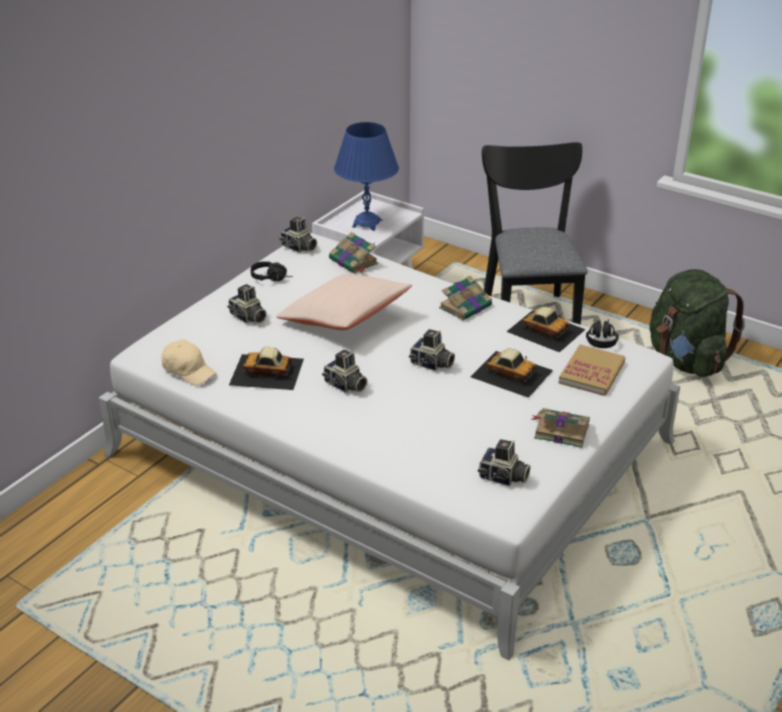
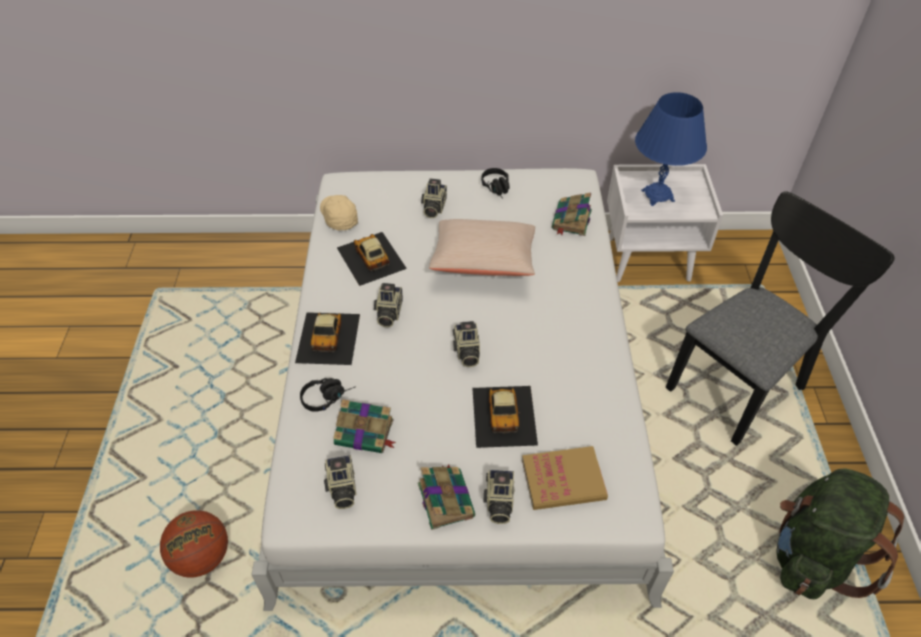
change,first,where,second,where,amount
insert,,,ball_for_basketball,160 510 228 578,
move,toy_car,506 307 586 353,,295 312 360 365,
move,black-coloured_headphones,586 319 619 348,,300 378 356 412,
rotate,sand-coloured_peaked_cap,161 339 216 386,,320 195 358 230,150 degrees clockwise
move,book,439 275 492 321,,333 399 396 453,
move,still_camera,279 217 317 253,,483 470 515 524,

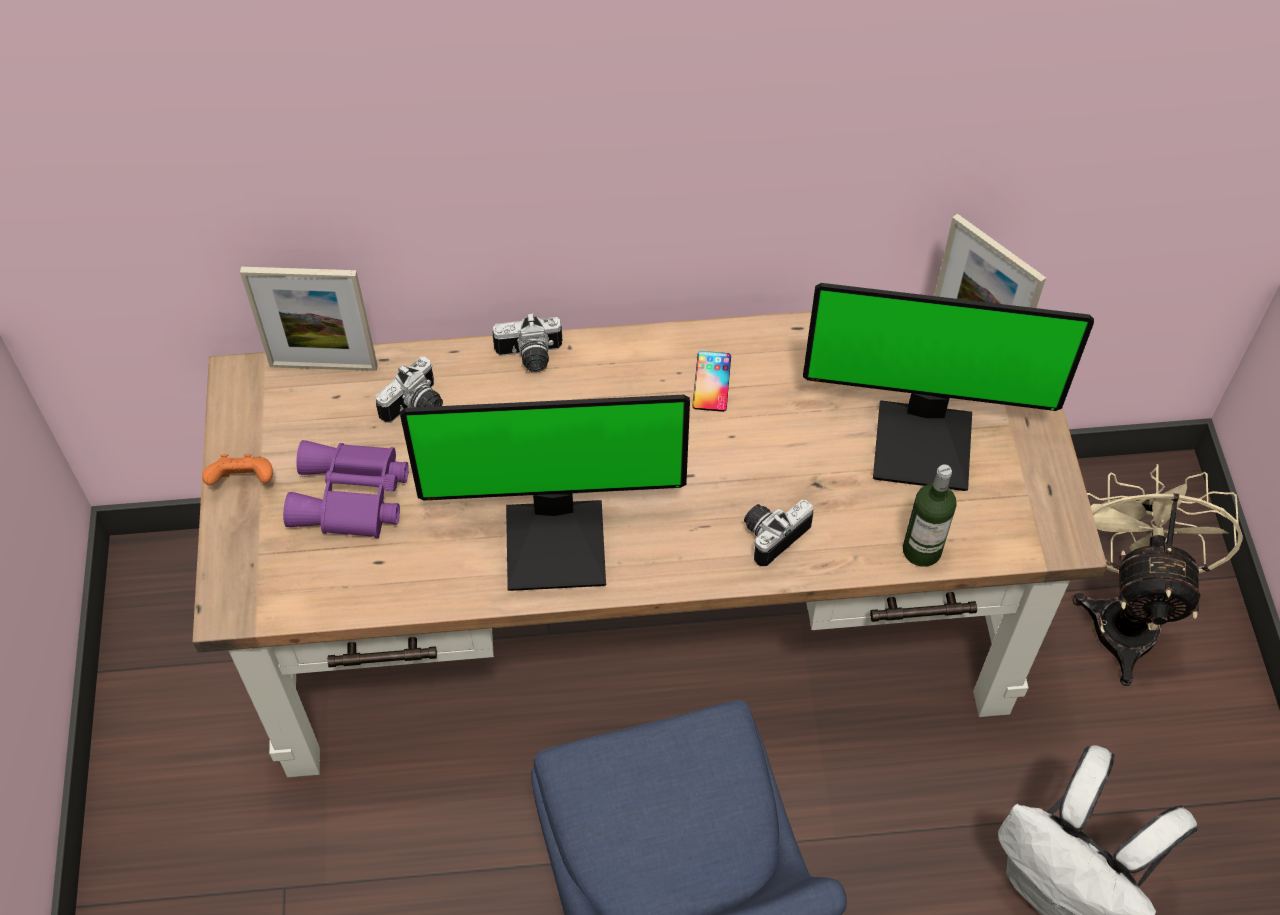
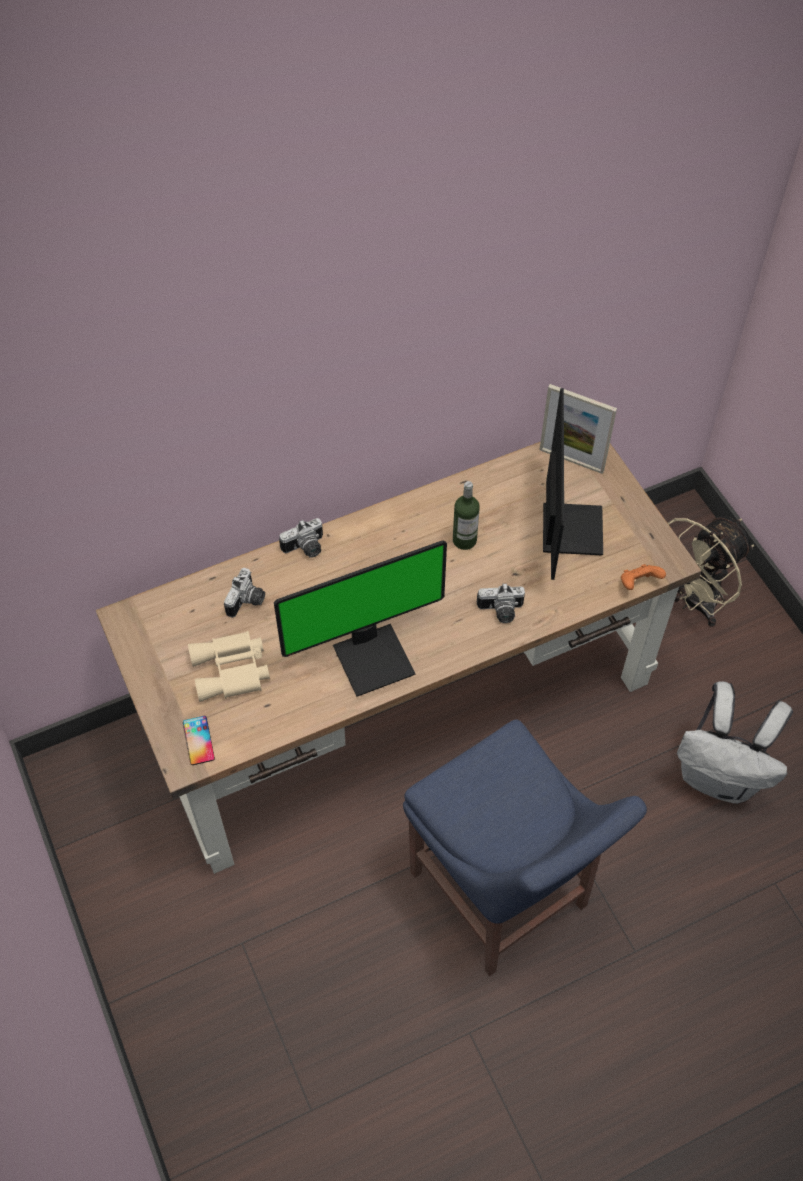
change,first,where,second,where,amount
move,telephone,693 351 731 412,,183 716 215 765,
recolor,purple-coloured_field_glasses,283 440 409 538,sand-coloured_field_glasses,188 631 270 702,
move,beverage_bottle,903 464 957 567,,453 481 480 550,
rotate,still_camera,744 500 813 567,,477 583 525 623,120 degrees counterclockwise
rotate,monitor,803 283 1094 491,,543 388 603 580,75 degrees counterclockwise
move,orange_joypad,202 454 273 485,,621 564 666 590,
rotate,sand-coloured_electric_fan,1072 464 1243 686,,668 516 754 627,120 degrees counterclockwise
delete,standing_frame,240 267 378 371,,,

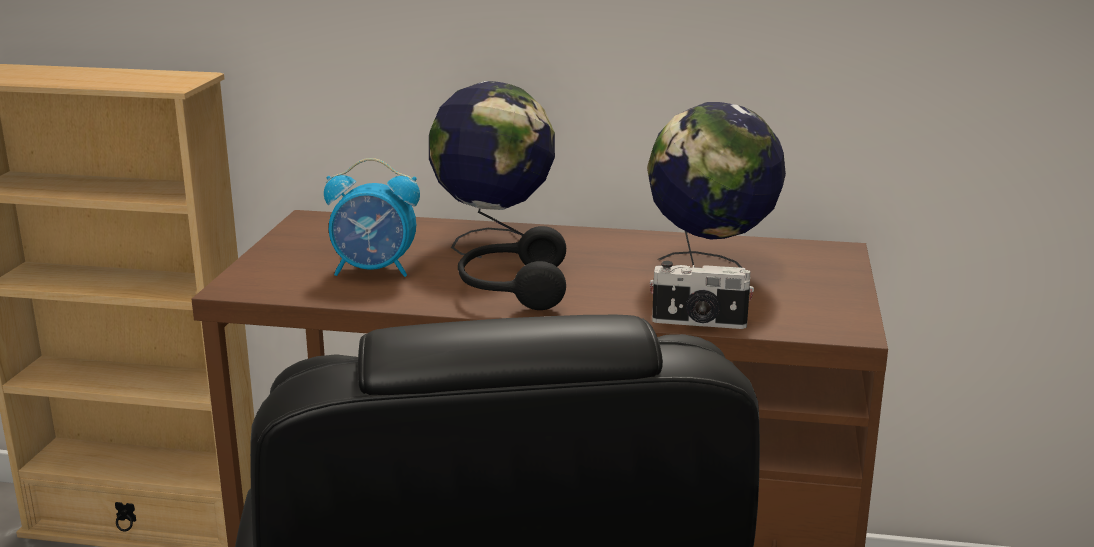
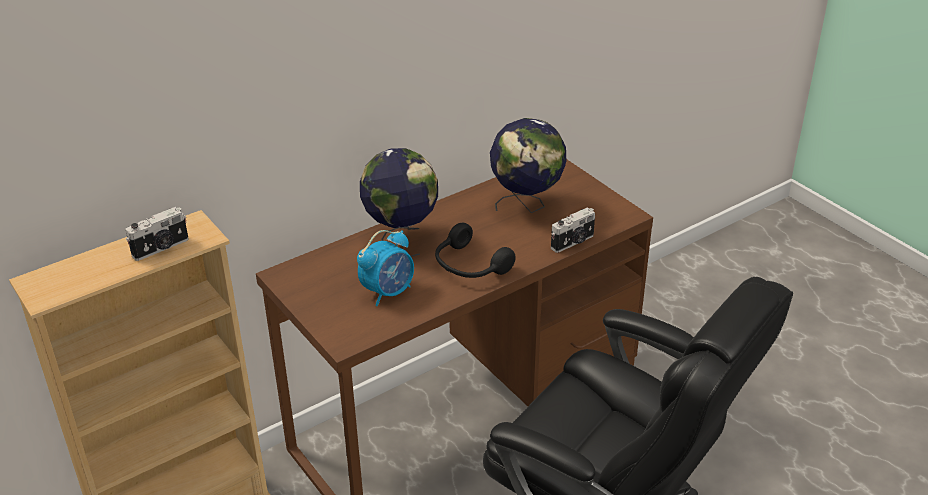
change,first,where,second,where,amount
insert,,,still_camera,126 207 189 261,

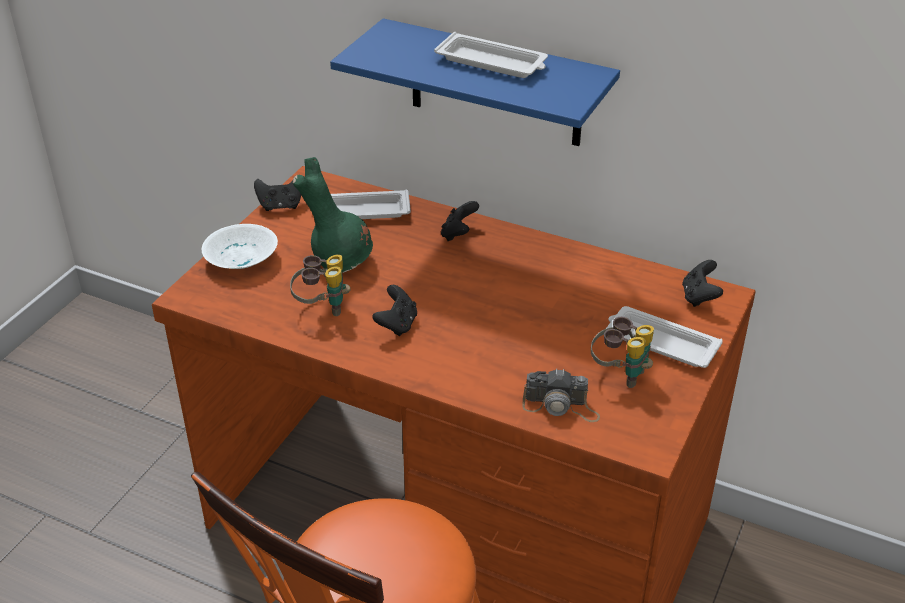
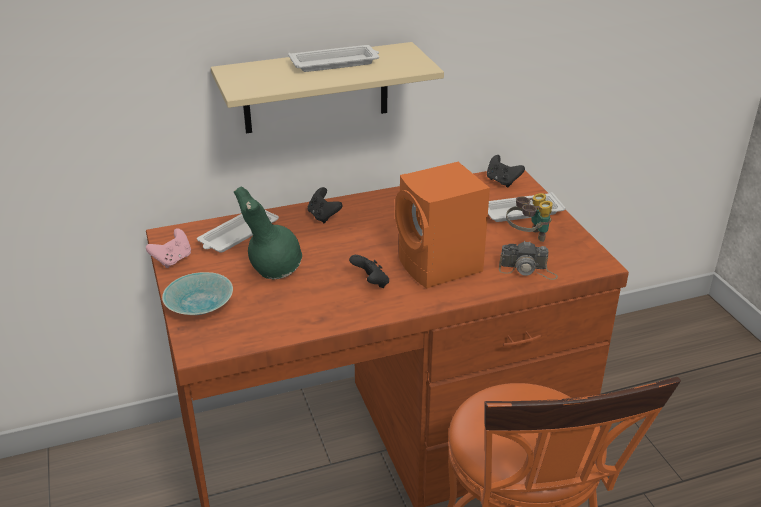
change,first,where,second,where,amount
recolor,black-coloured_joypad,254 179 301 211,pink-coloured_joypad,146 228 191 268,
recolor,white-coloured_deep_dish,202 224 278 269,turquoise-coloured_deep_dish,162 272 233 315,
recolor,blue_wall_shelf,330 18 620 146,sand-coloured_wall_shelf,211 42 444 134,
insert,,,orange_audio_speaker,395 162 490 289,
rotate,still_camera,522 368 600 422,,499 241 558 280,45 degrees clockwise
delete,field_glasses,290 255 351 316,,,

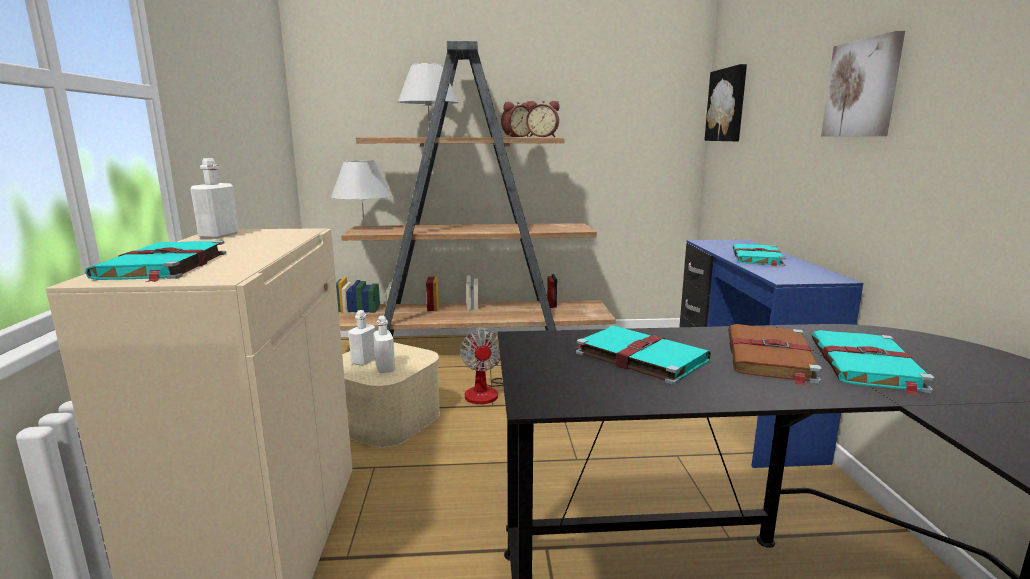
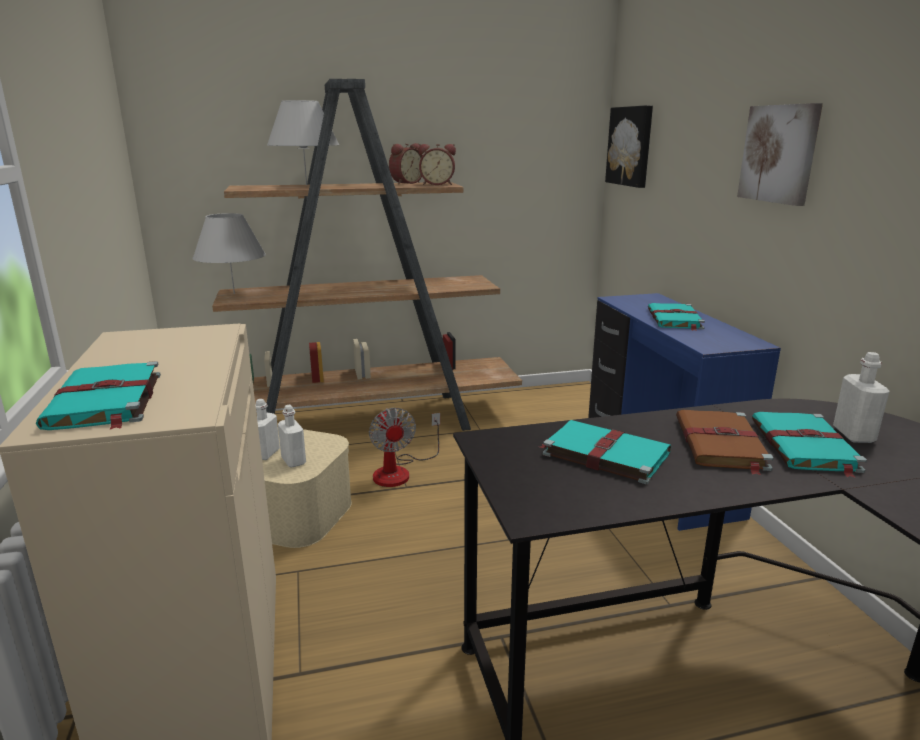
change,first,where,second,where,amount
move,white-coloured_beverage_bottle,190 158 239 239,,833 352 890 443,

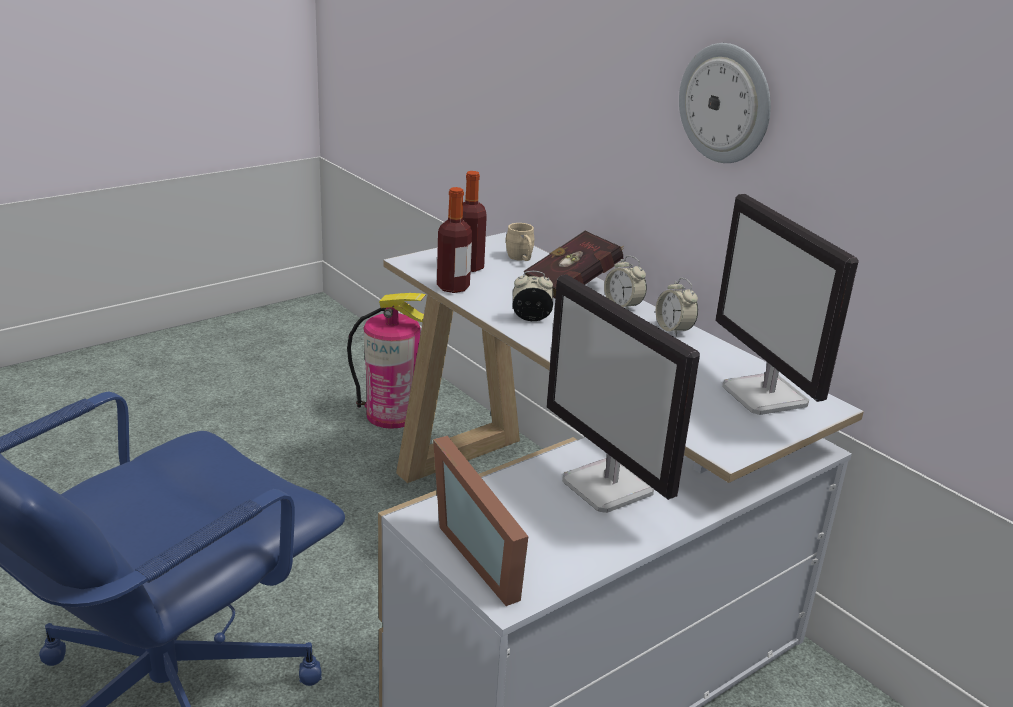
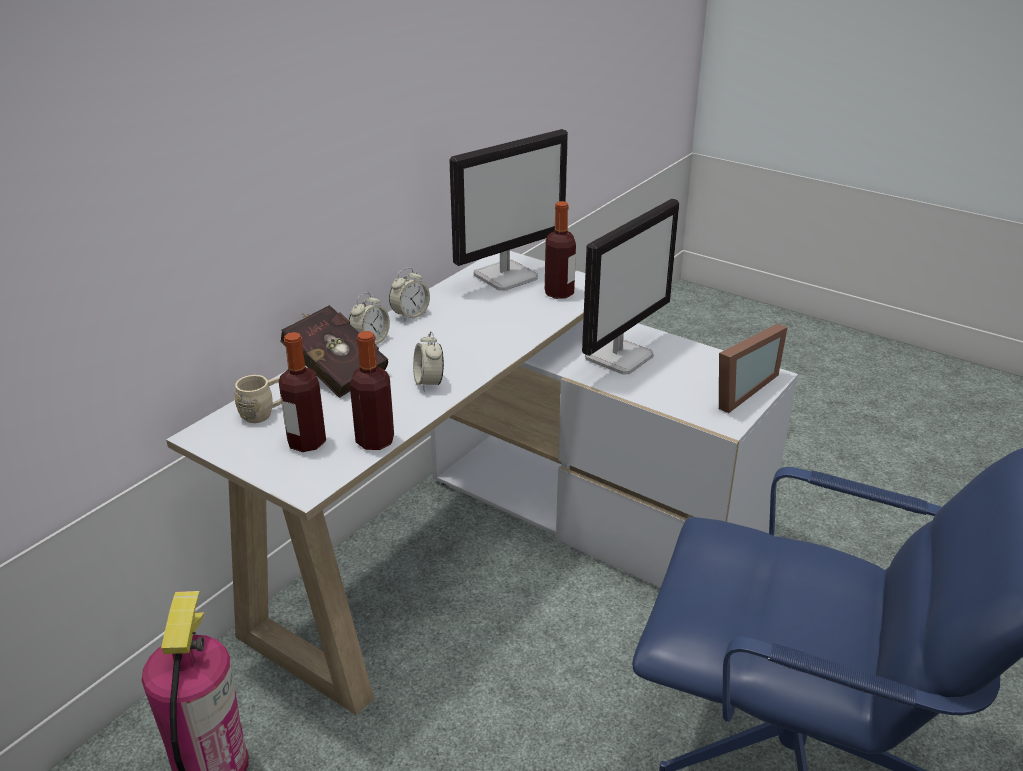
change,first,where,second,where,amount
insert,,,beverage_bottle,545 201 576 299,
delete,clock_on_the_wall,679 43 771 163,,,

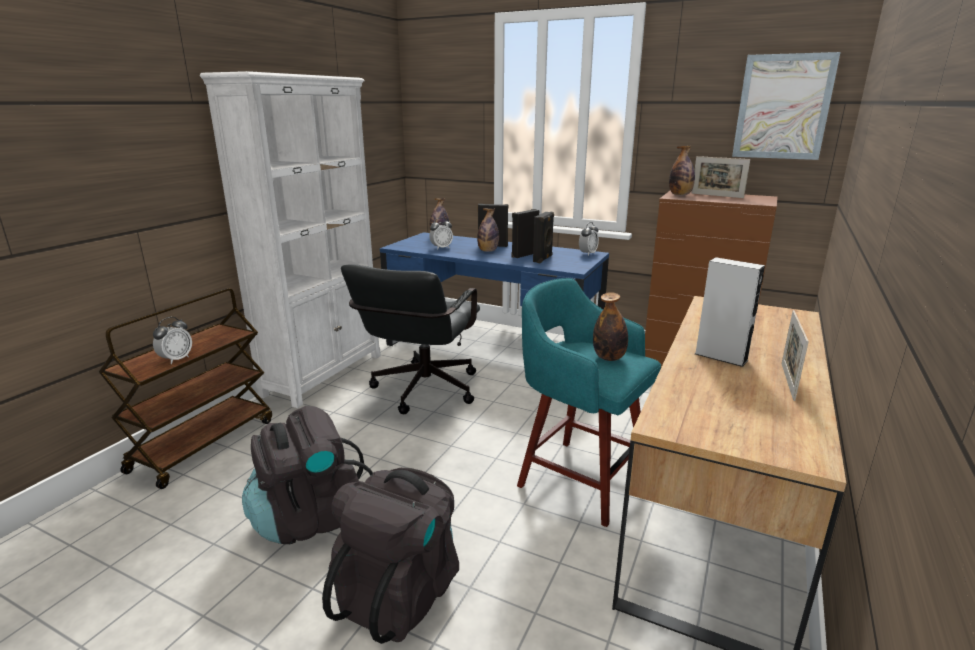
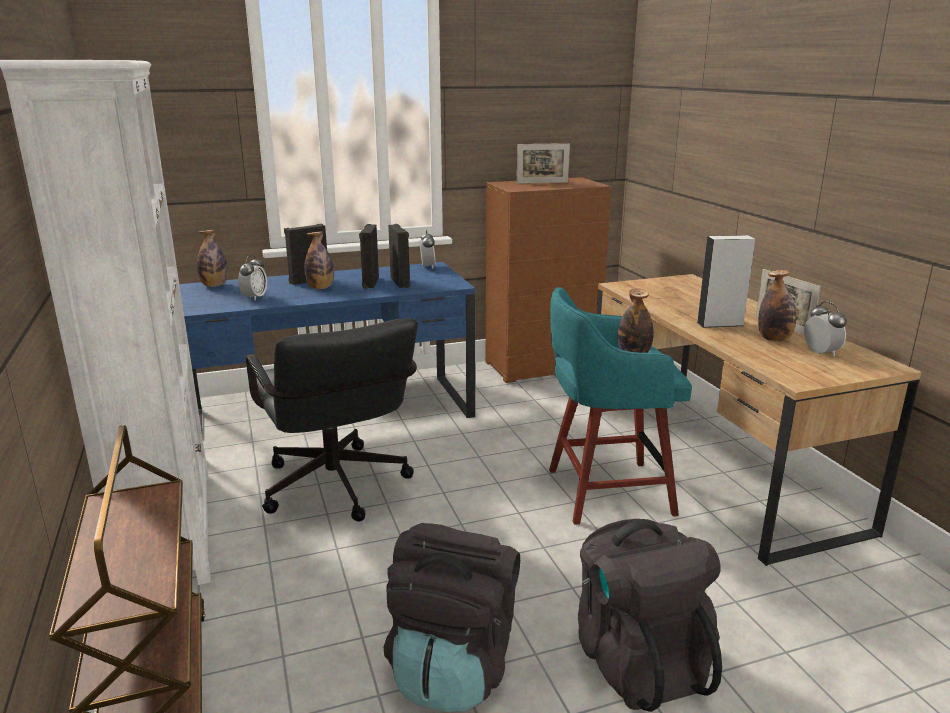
change,first,where,second,where,amount
move,beverage_bottle,669 146 695 195,,758 270 796 341,
move,table_clock,153 317 192 364,,804 301 847 356,
delete,wall_art,732 52 841 160,,,

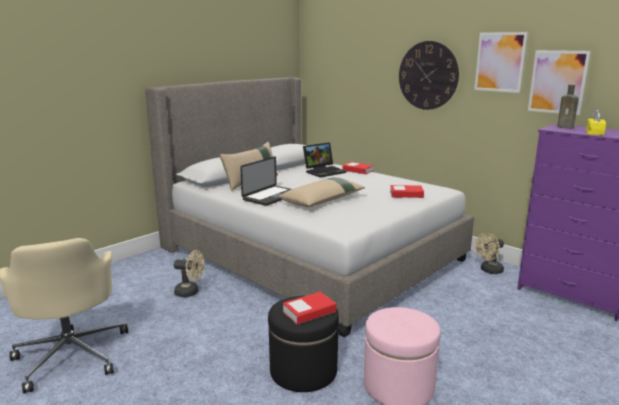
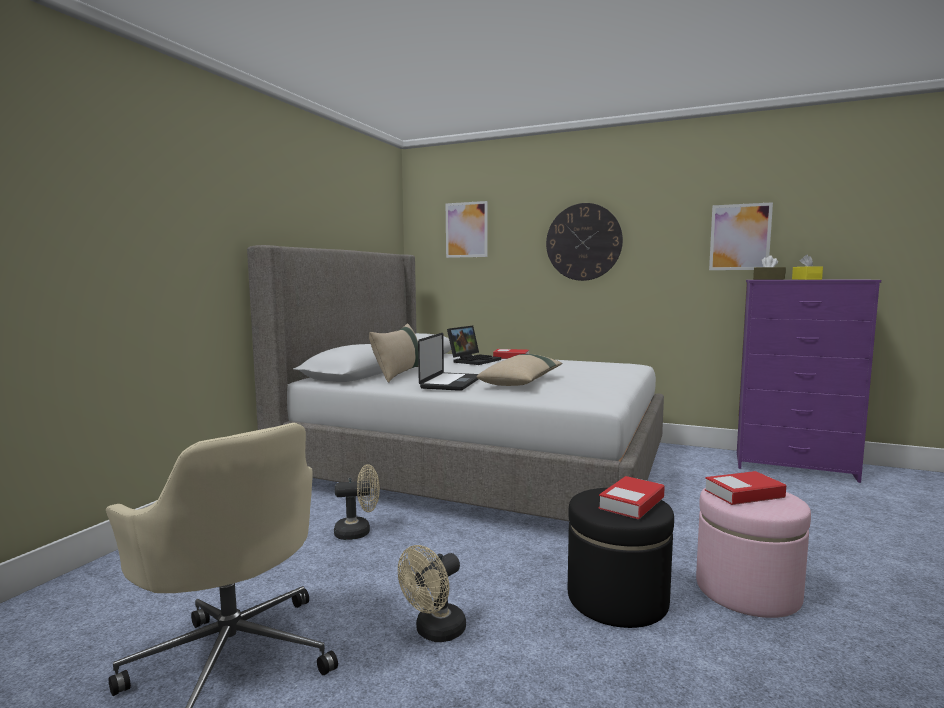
change,first,where,second,where,amount
move,sand-coloured_electric_fan,475 232 504 274,,398 545 466 642,
move,wall_art,474 32 528 93,,446 201 488 258,
move,book,390 185 424 198,,705 471 786 505,
replace,brown_beverage_bottle,557 85 579 129,brown_tissue_holder,753 255 786 280,

